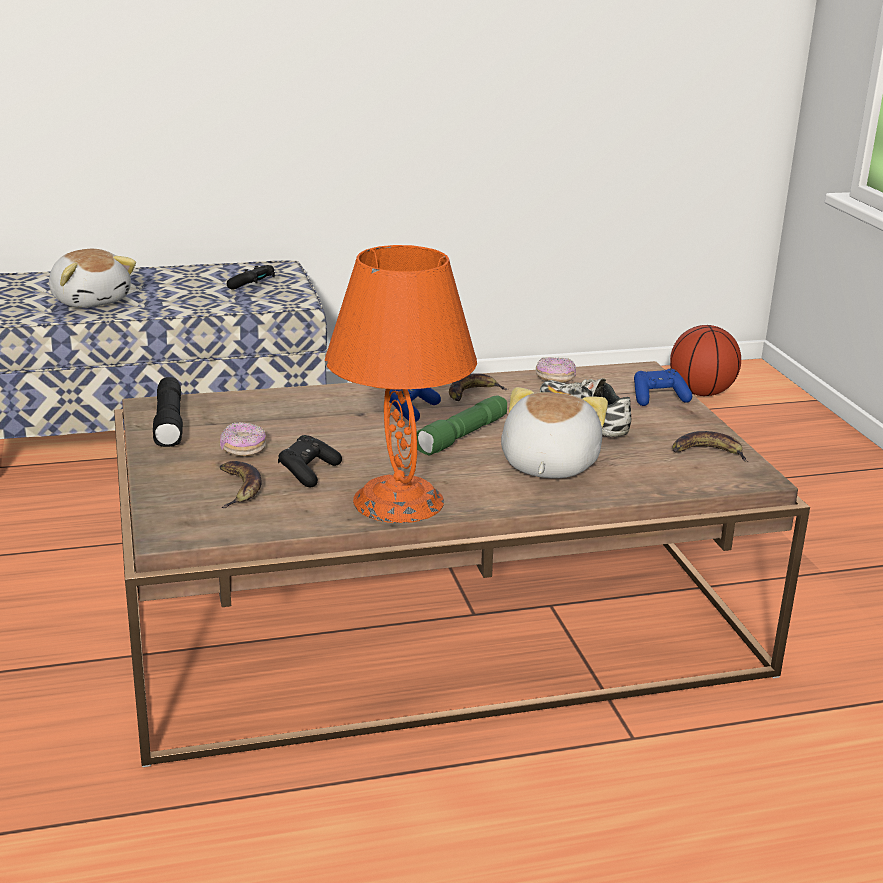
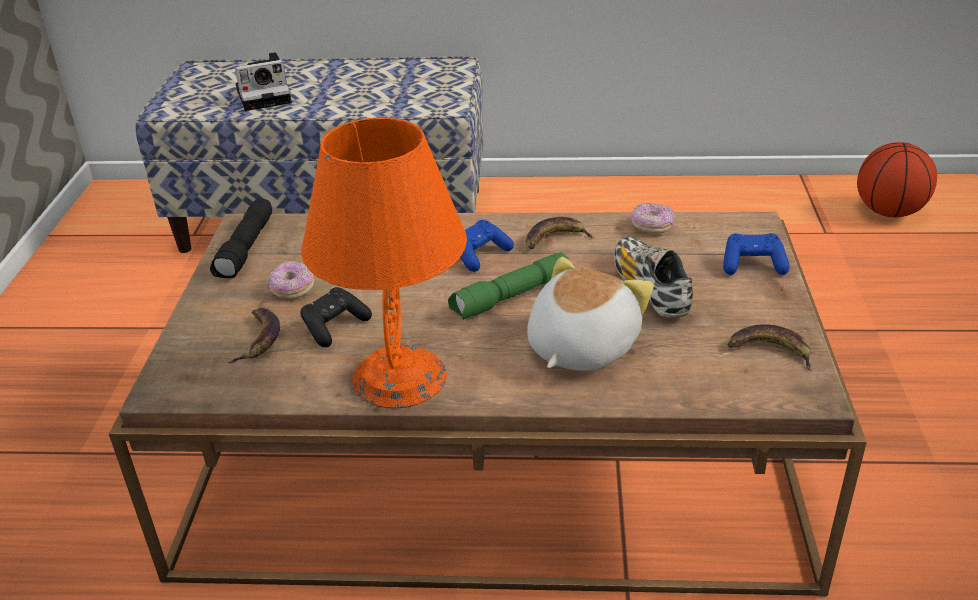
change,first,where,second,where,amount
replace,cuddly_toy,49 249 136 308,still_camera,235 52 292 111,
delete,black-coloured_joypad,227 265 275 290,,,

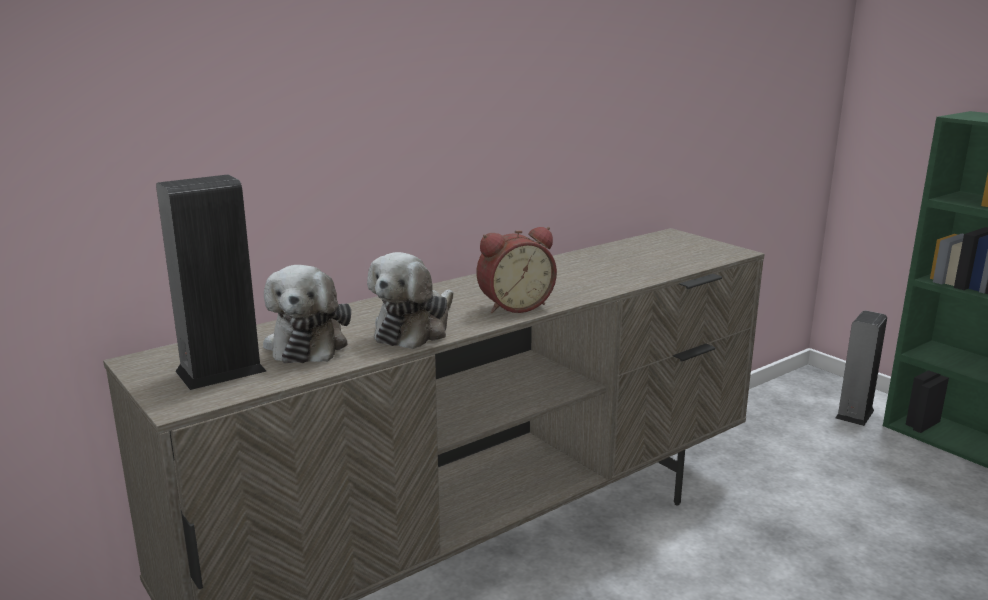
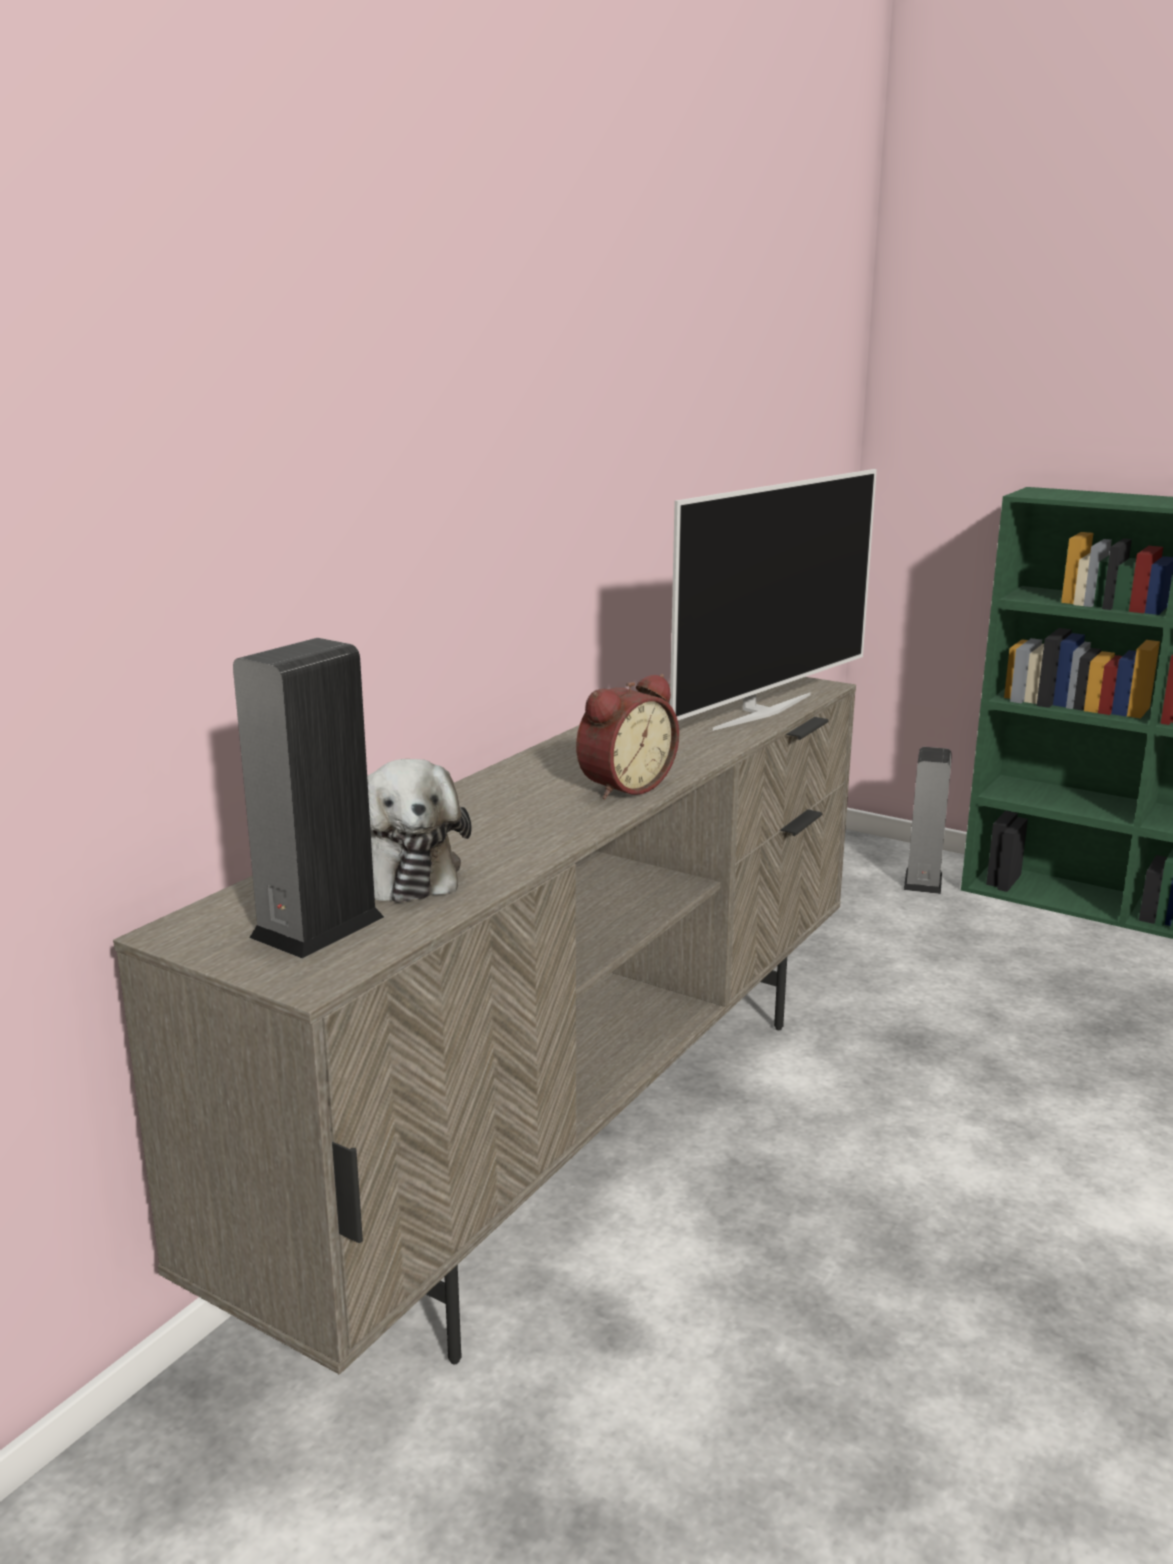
change,first,where,second,where,amount
insert,,,television,670 469 877 731,
delete,cuddly_toy,367 252 453 349,,,

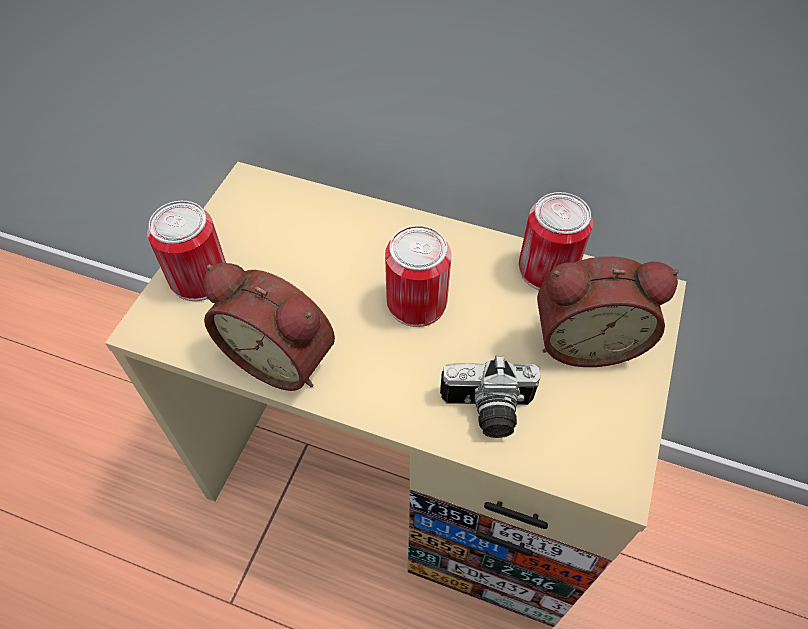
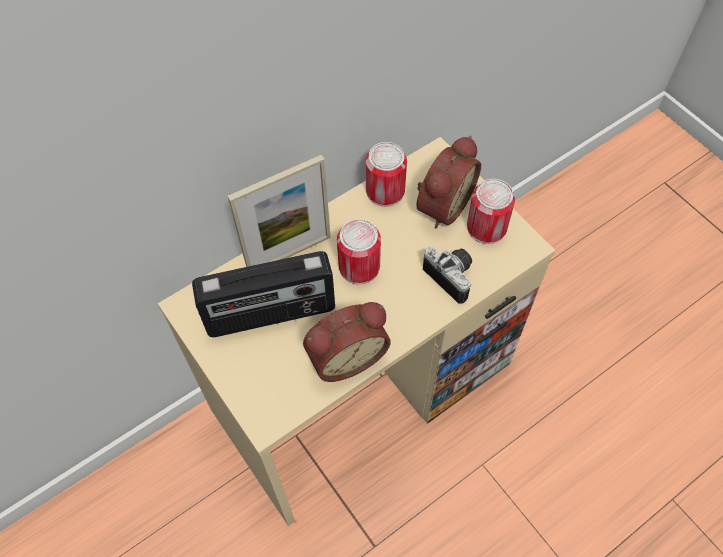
change,first,where,second,where,amount
insert,,,radio_set,192 251 335 337,
insert,,,standing_frame,228 155 331 267,
rotate,still_camera,440 356 540 438,,423 246 472 304,75 degrees counterclockwise
move,can,147 201 226 301,,467 179 515 244,

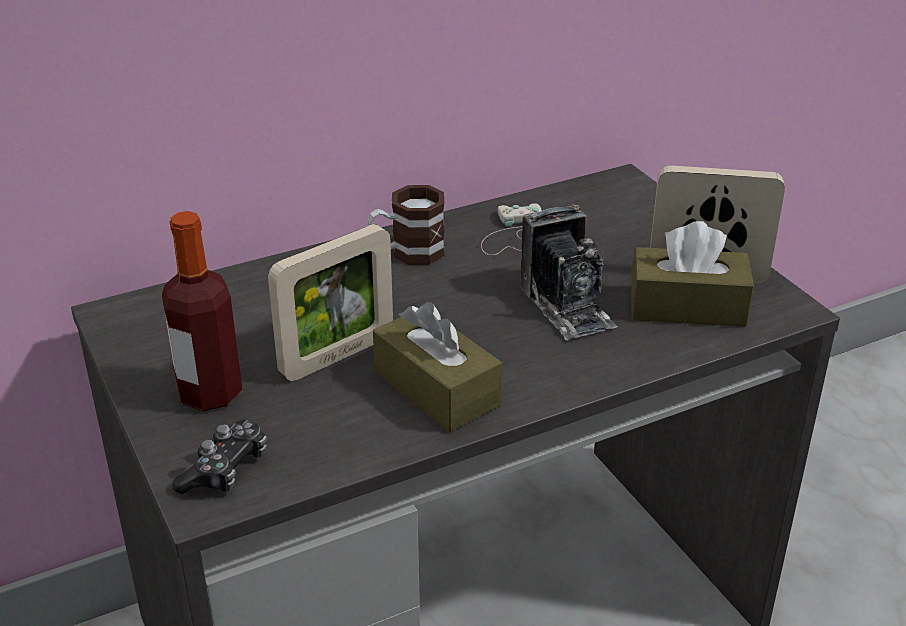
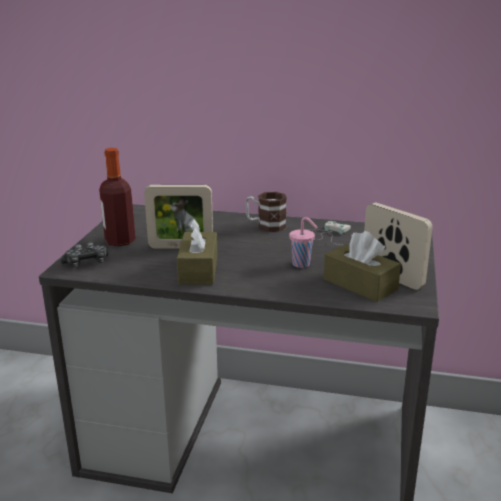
change,first,where,second,where,amount
replace,still_camera,520 204 618 341,pink-coloured_drinking_cup,289 217 318 268,

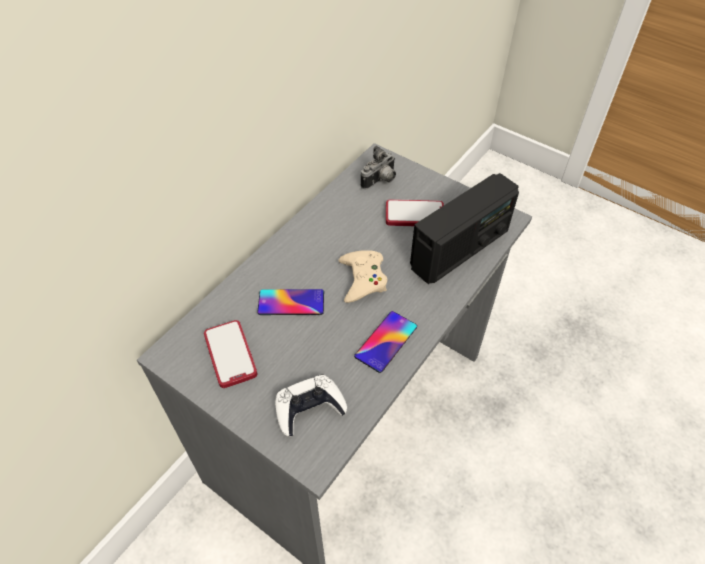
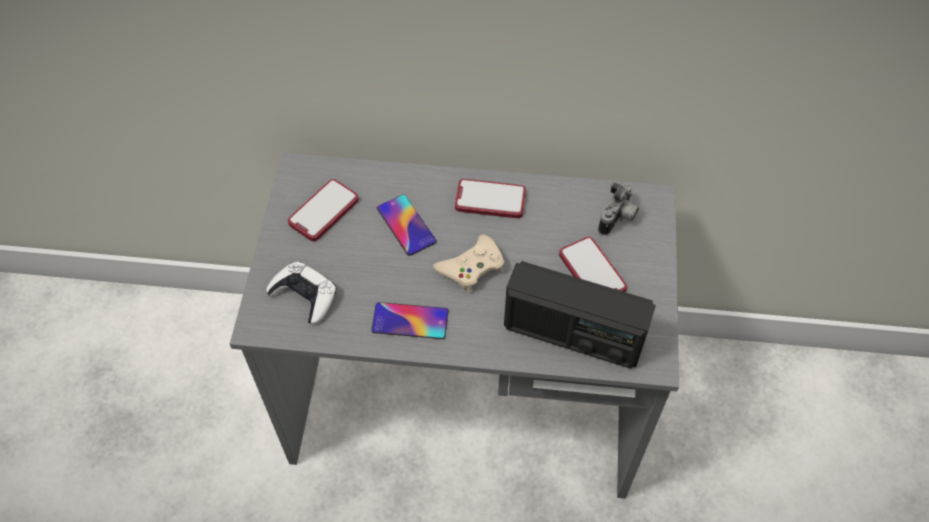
change,first,where,second,where,amount
insert,,,telephone,455 179 526 218,
rotate,still_camera,361 146 396 189,,598 183 639 235,75 degrees counterclockwise

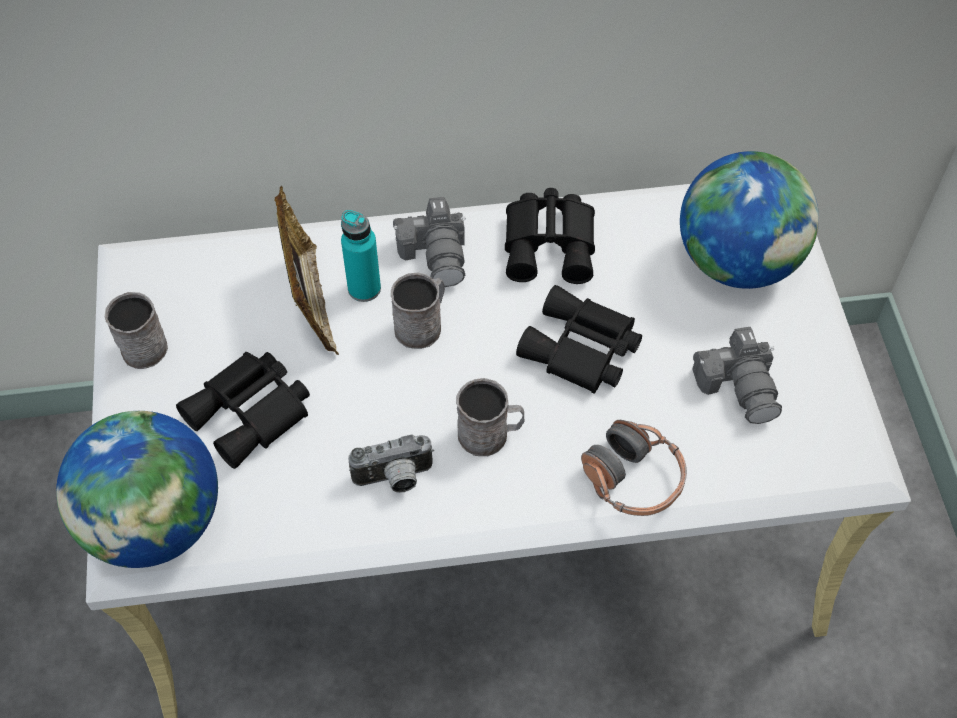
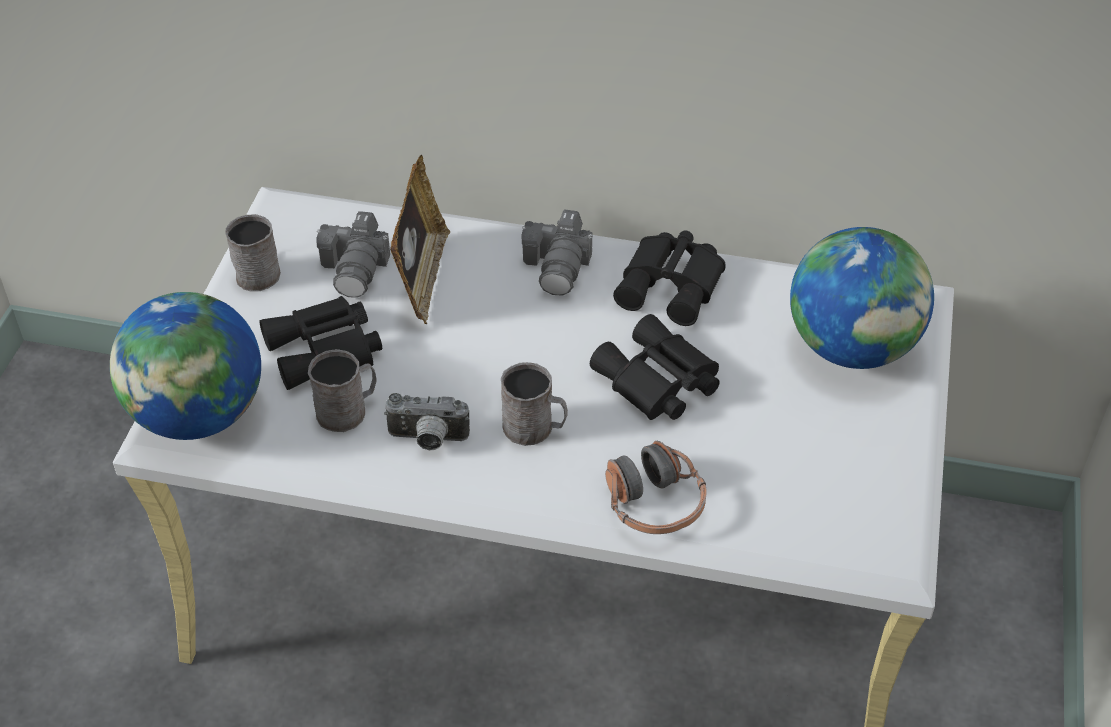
change,first,where,second,where,amount
move,greyish_tea_mug,391 273 445 349,,308 349 377 432,
move,still_camera,692 327 782 424,,316 211 390 298,
delete,turquoise-coloured_beverage_bottle,341 210 381 302,,,

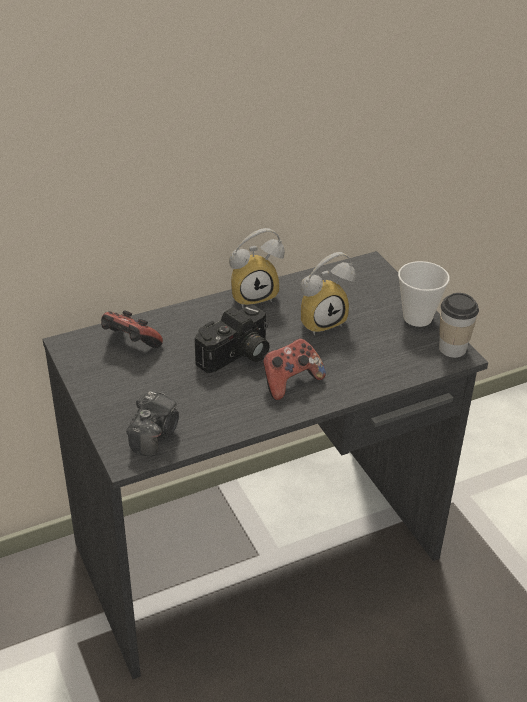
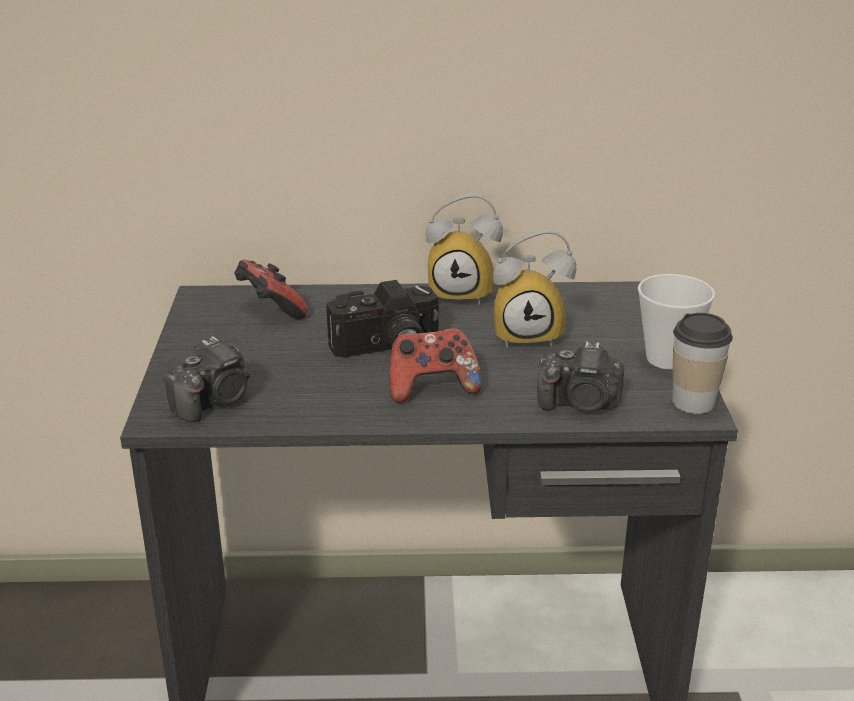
change,first,where,second,where,amount
insert,,,still_camera,537 341 624 412,

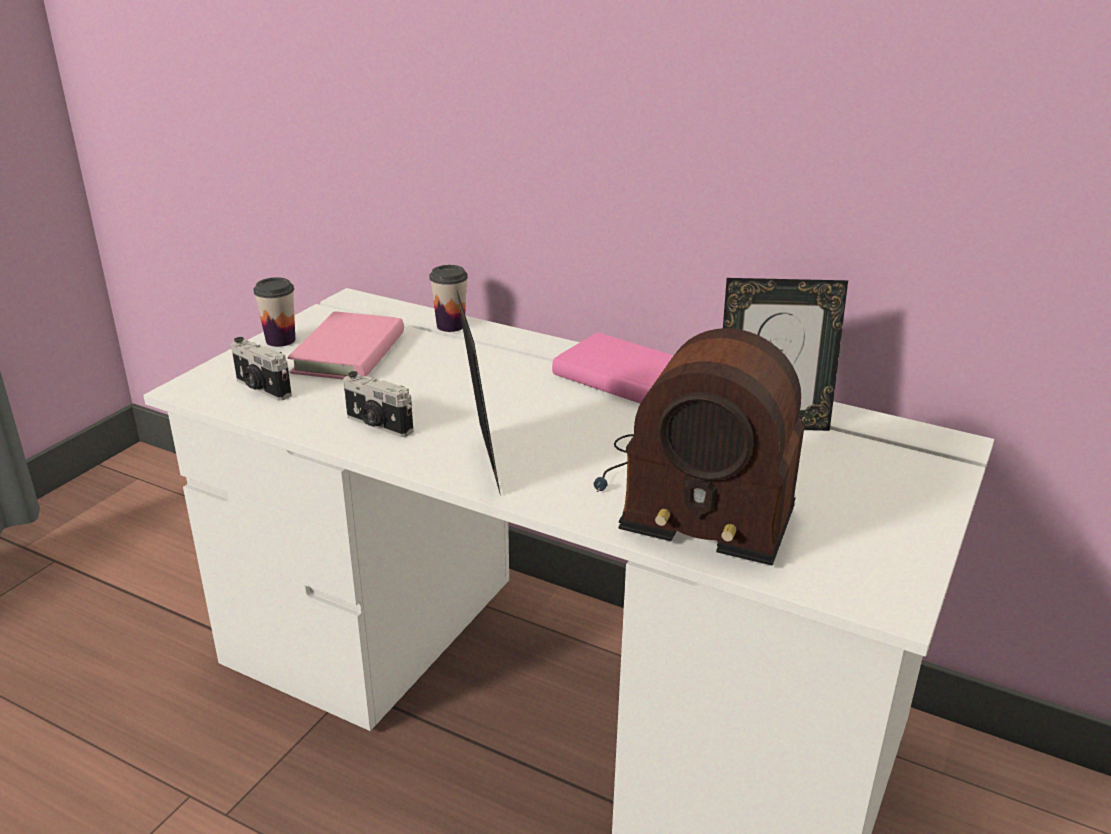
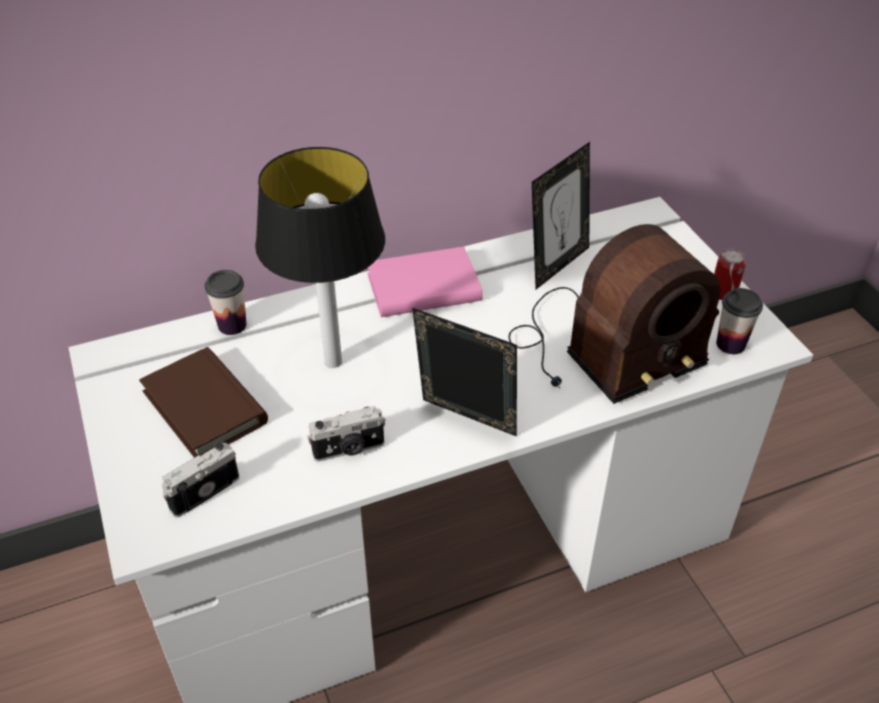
change,first,where,second,where,amount
recolor,pink-coloured_book,288 311 404 379,brown_book,139 347 268 458,
rotate,still_camera,231 337 292 400,,162 442 239 518,150 degrees clockwise
insert,,,lamp_for_a_table,255 147 385 368,
insert,,,can,714 249 746 300,
move,drinking_cup,253 277 295 347,,716 288 763 354,

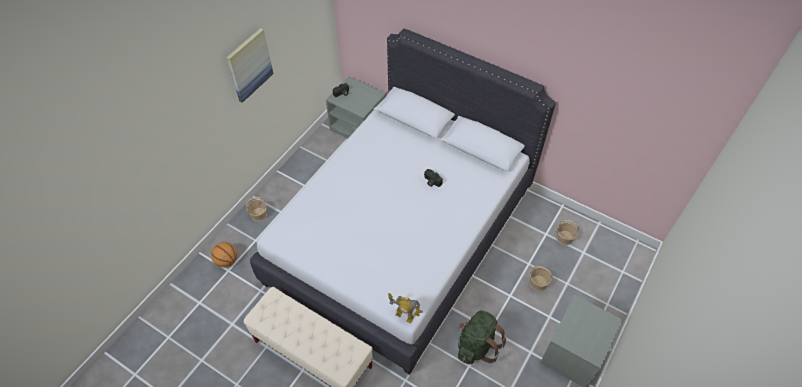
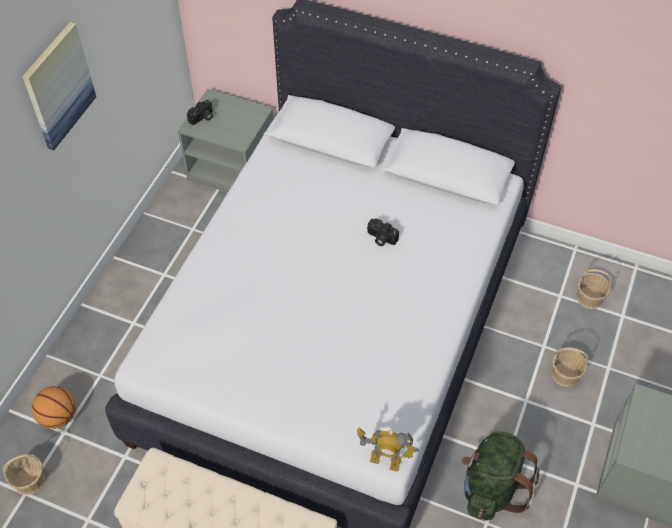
change,first,where,second,where,amount
move,household_basket,246 197 267 222,,3 454 45 495,

